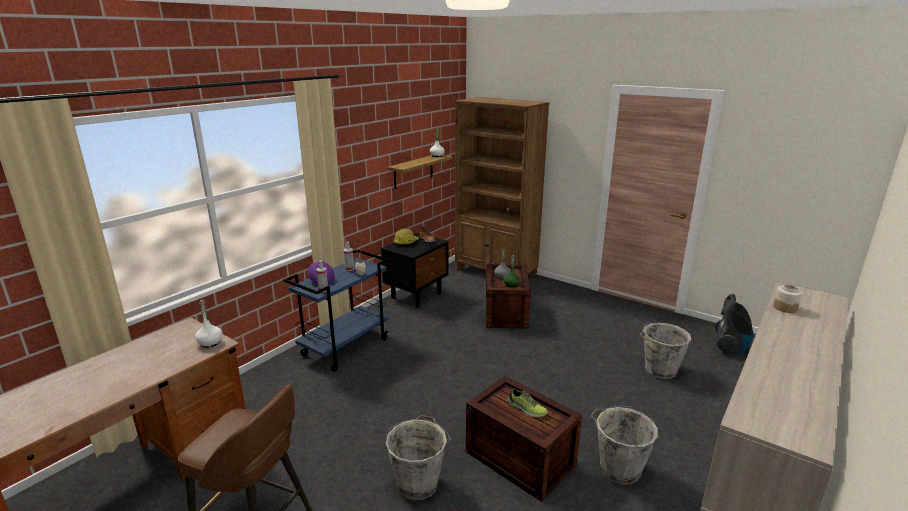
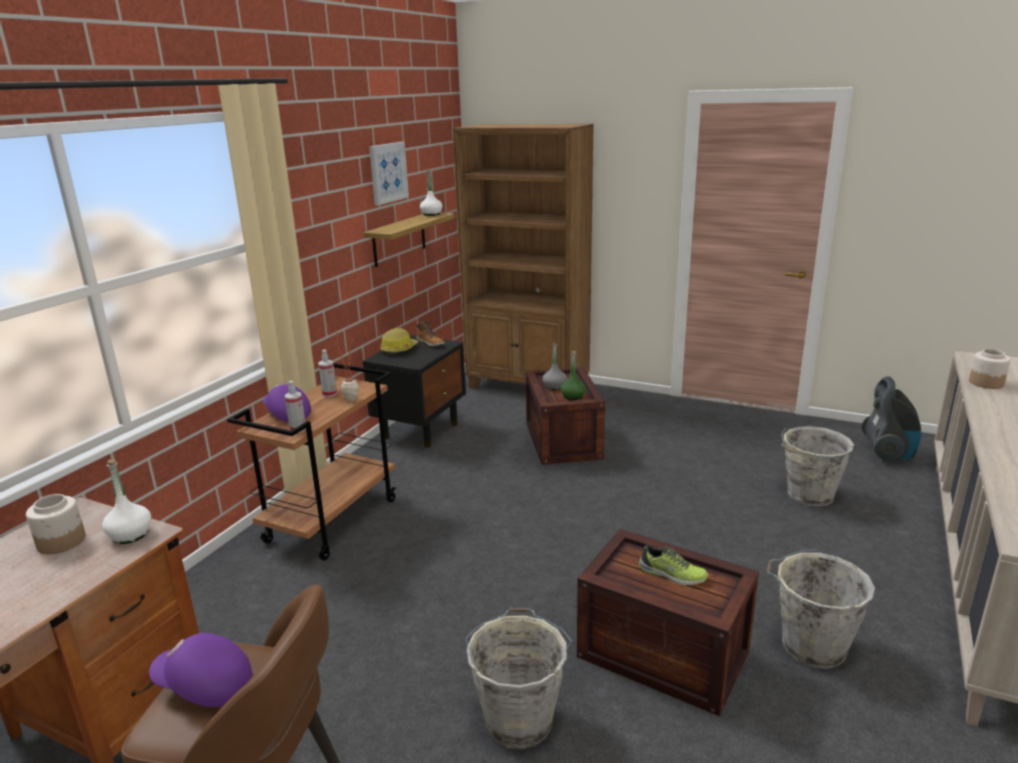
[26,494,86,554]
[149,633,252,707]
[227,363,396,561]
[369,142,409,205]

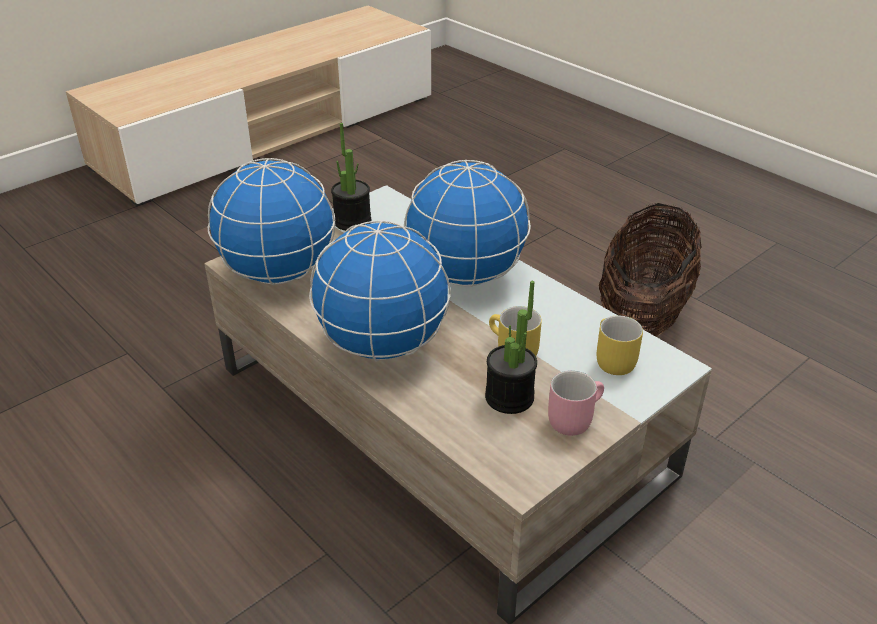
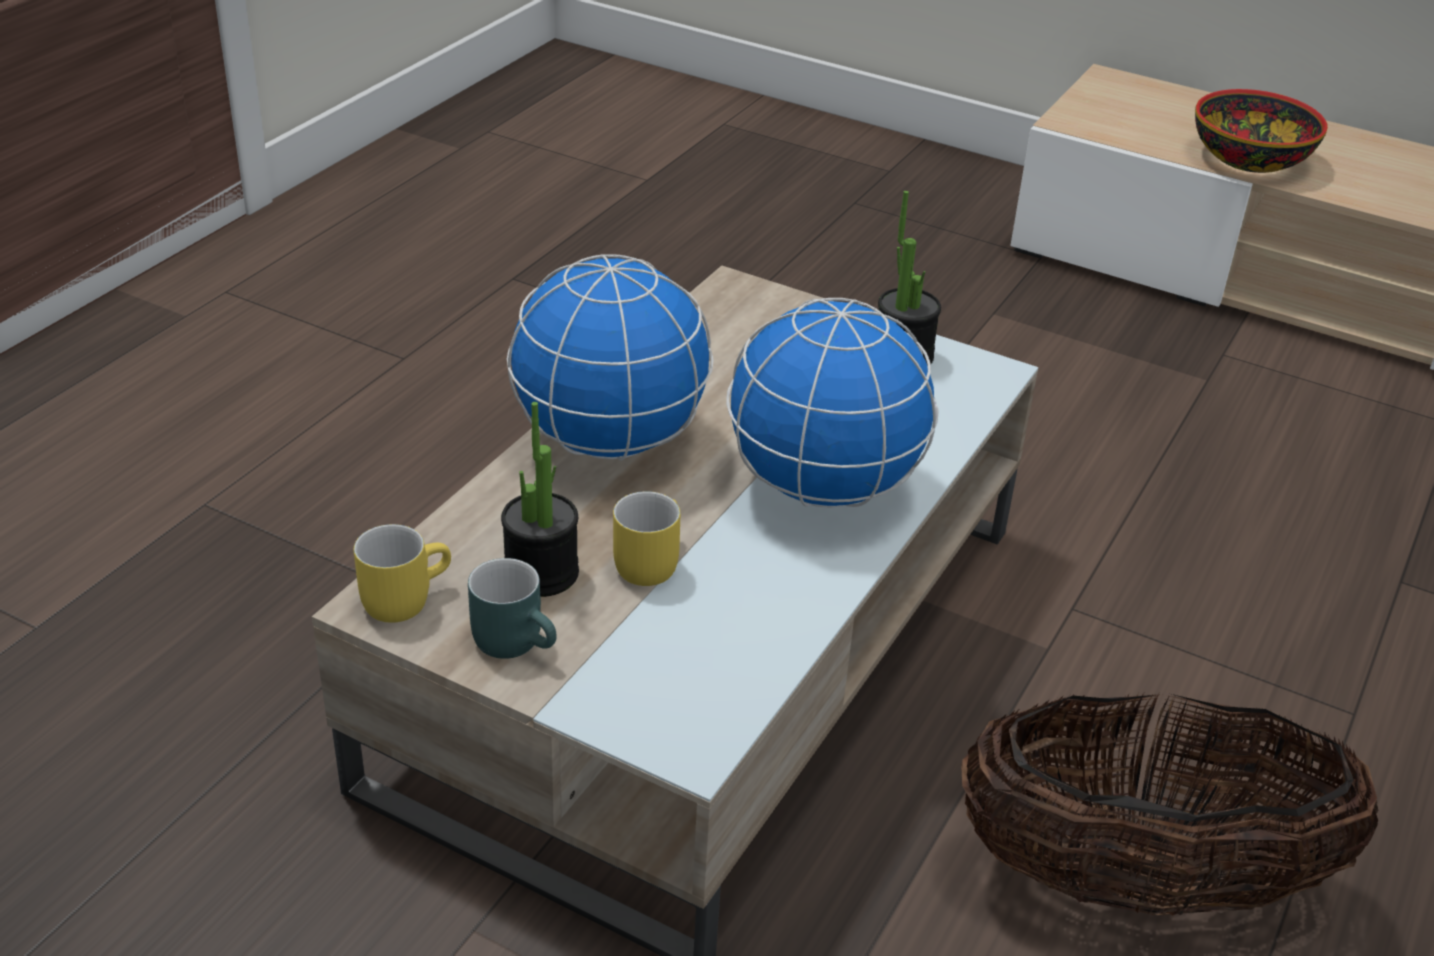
[353,524,451,623]
[468,558,557,659]
[1195,89,1328,173]
[208,158,335,285] (first image)

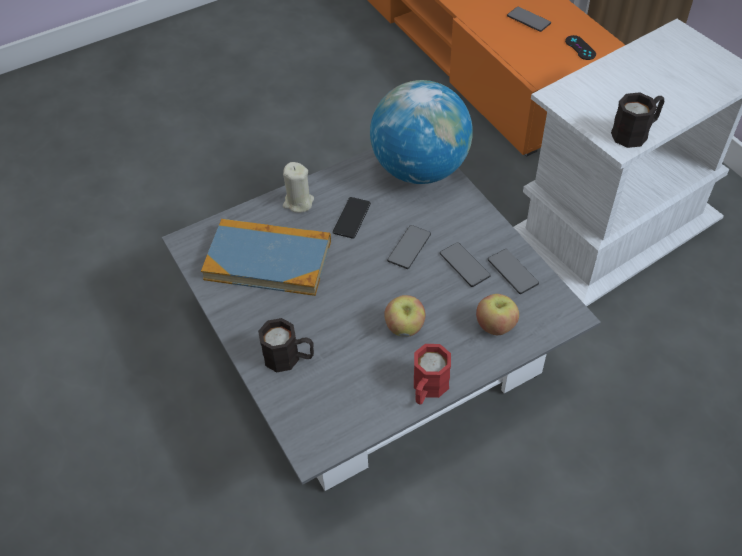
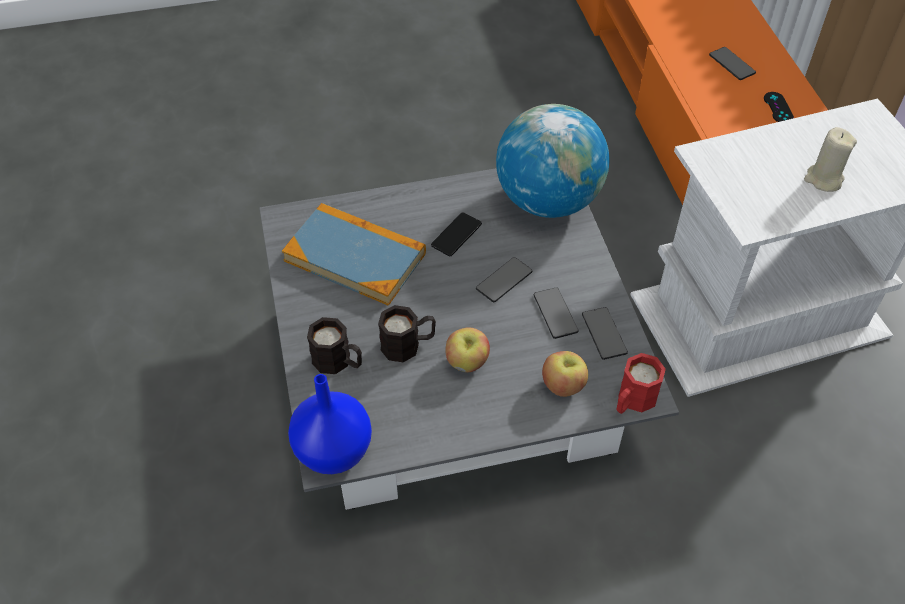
[288,374,372,474]
[378,305,436,362]
[617,353,666,414]
[804,127,857,192]

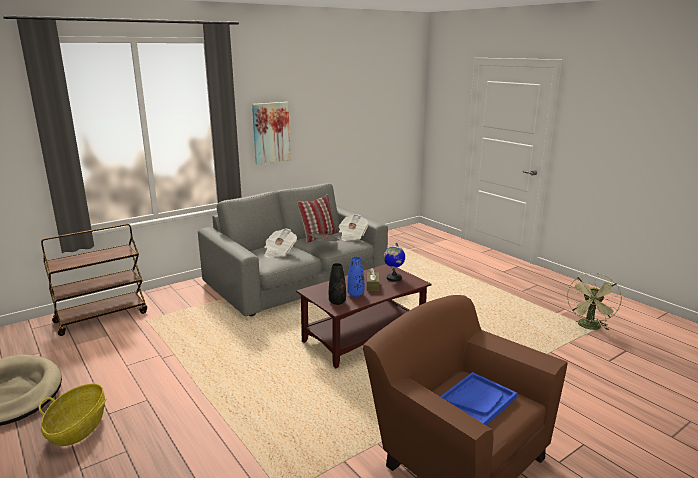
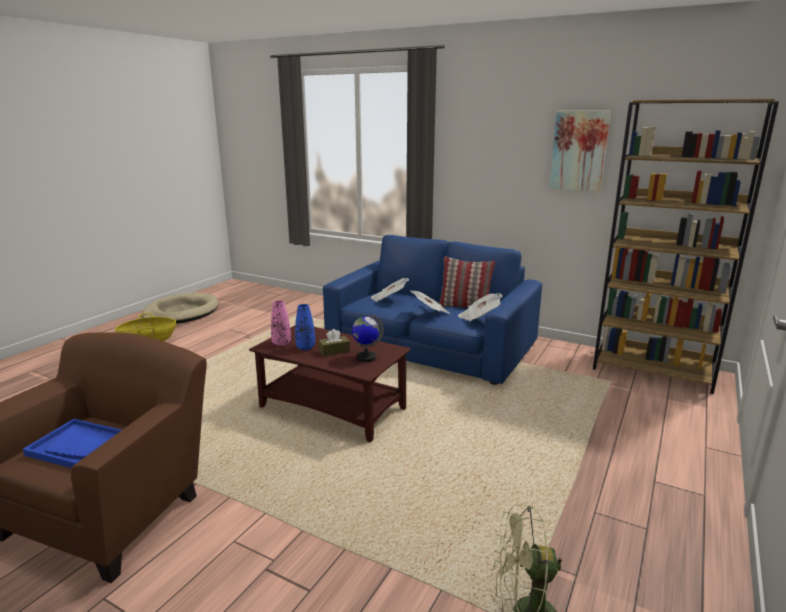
[271,300,291,346]
[323,235,542,385]
[549,111,611,192]
[593,99,779,394]
[41,224,147,336] (first image)

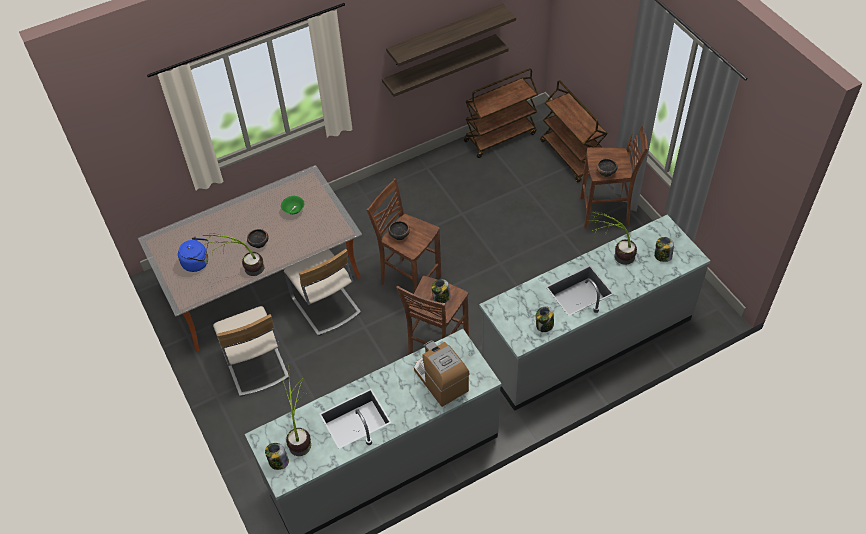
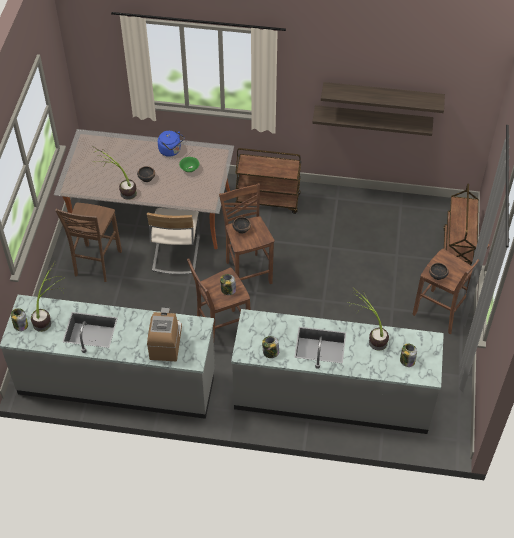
[55,203,122,282]
[158,130,184,157]
[234,148,301,214]

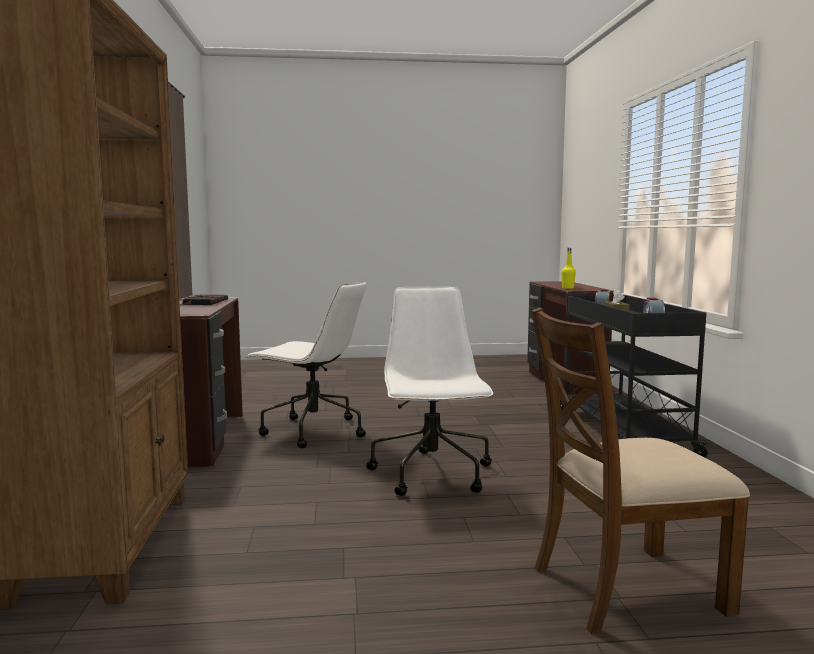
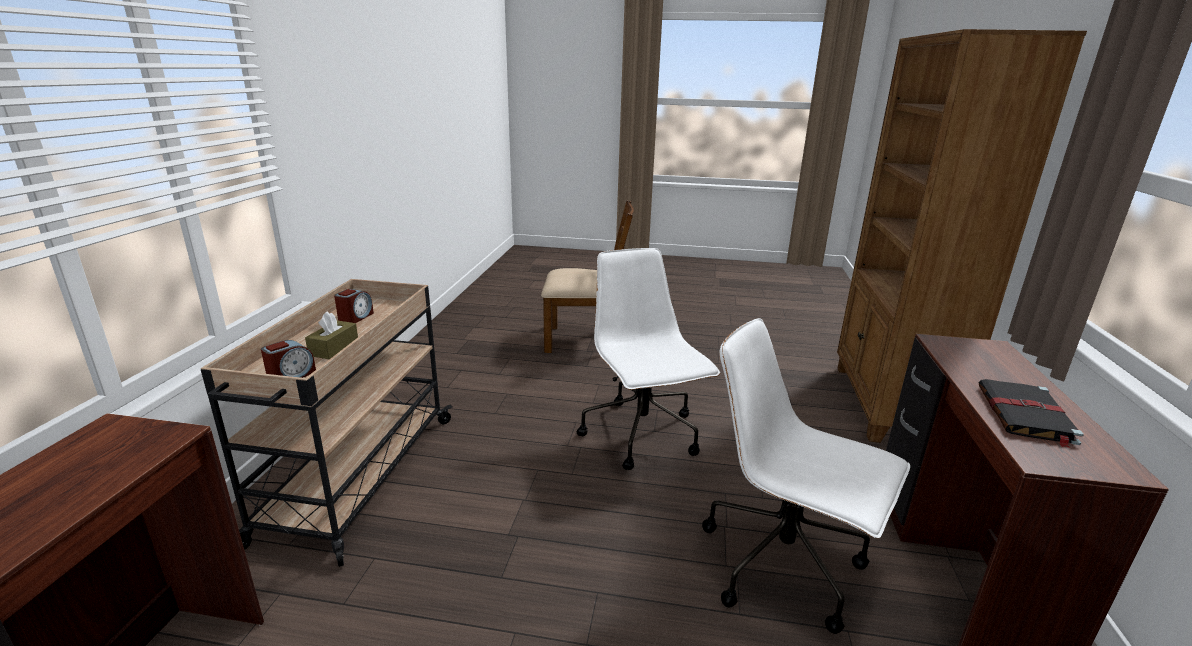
[201,279,453,567]
[577,248,720,470]
[561,248,576,289] (first image)

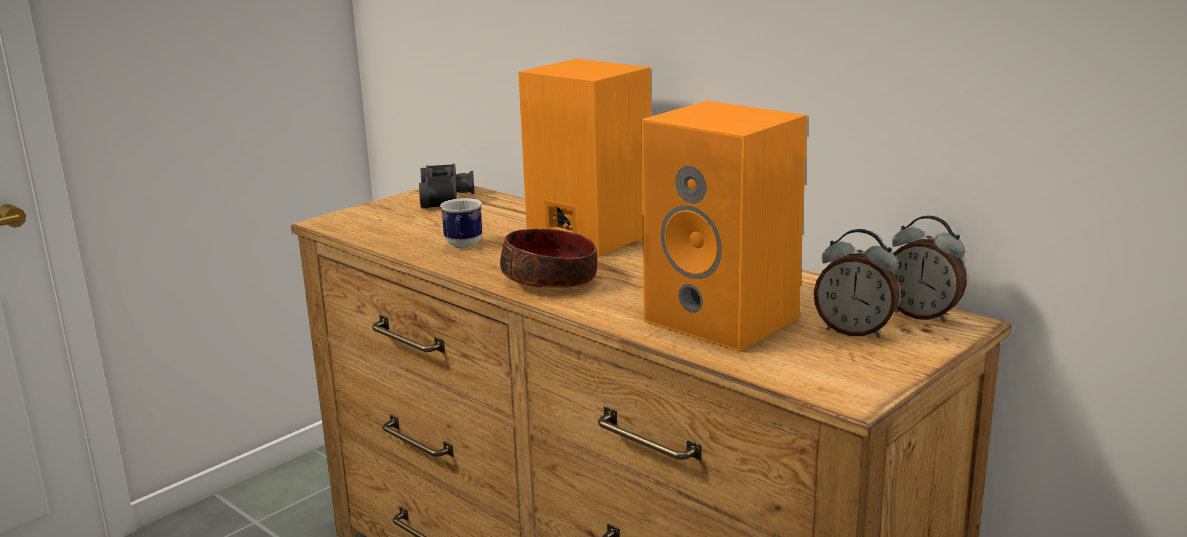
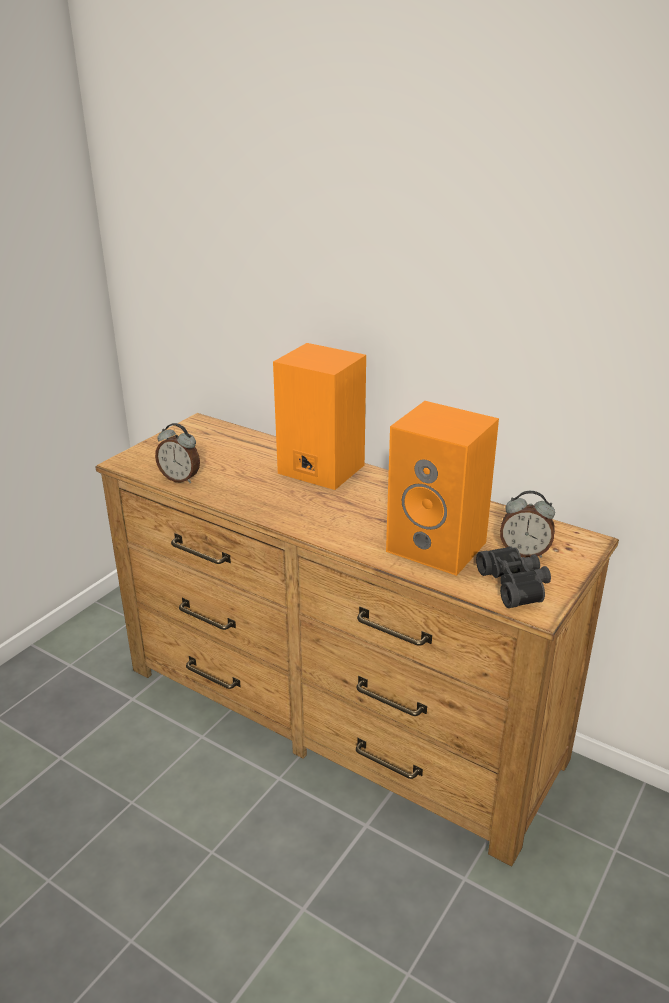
[155,423,200,483]
[476,546,551,608]
[440,198,482,248] (first image)
[500,229,597,289] (first image)

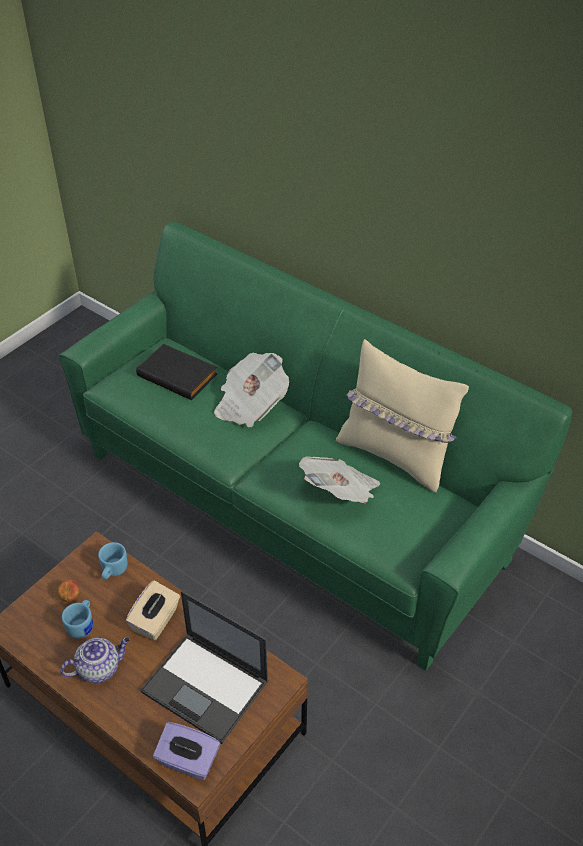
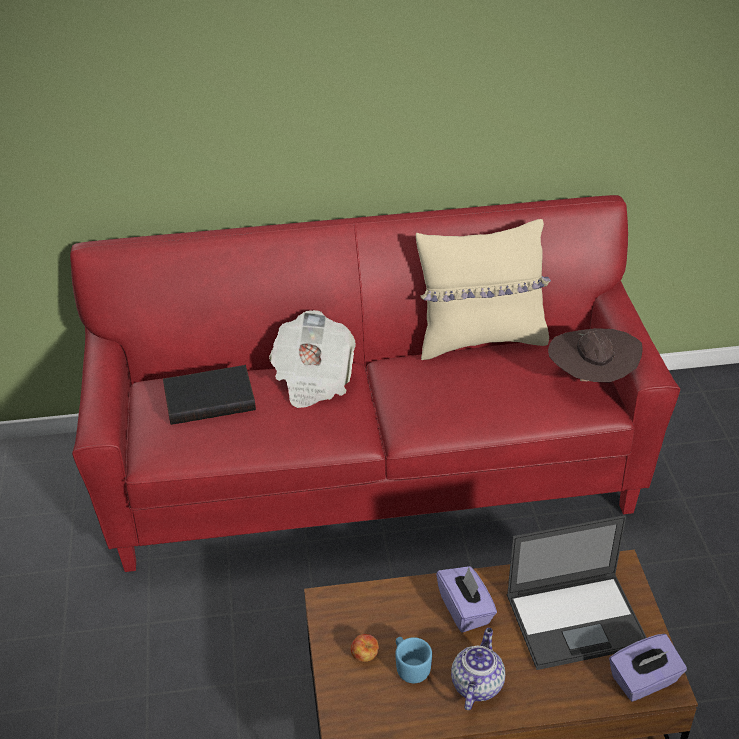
[70,195,680,572]
[436,566,497,633]
[548,328,643,383]
[98,542,127,579] (first image)
[299,456,380,503] (first image)

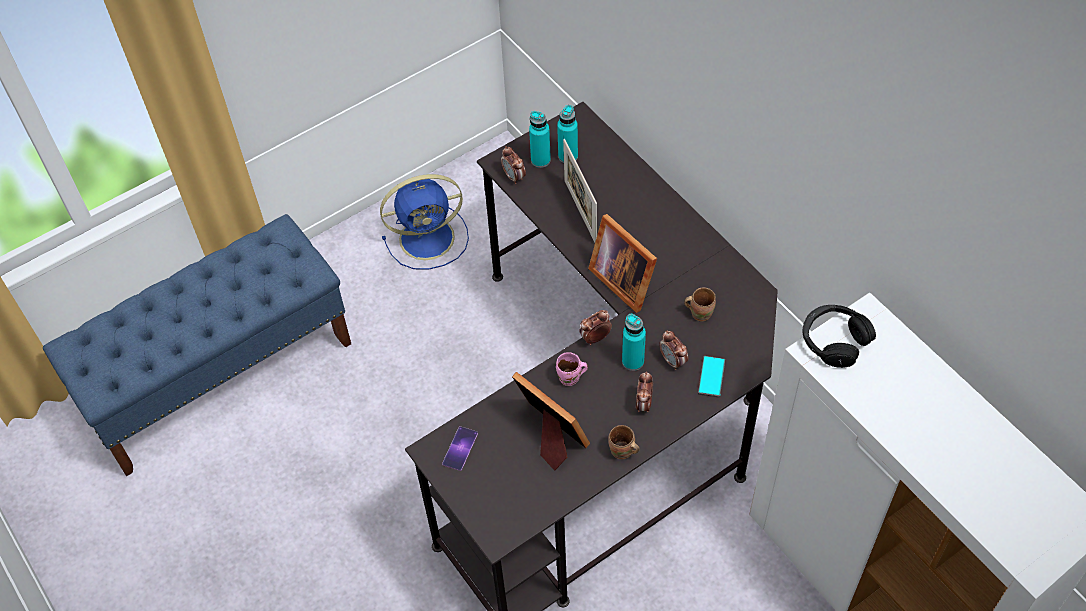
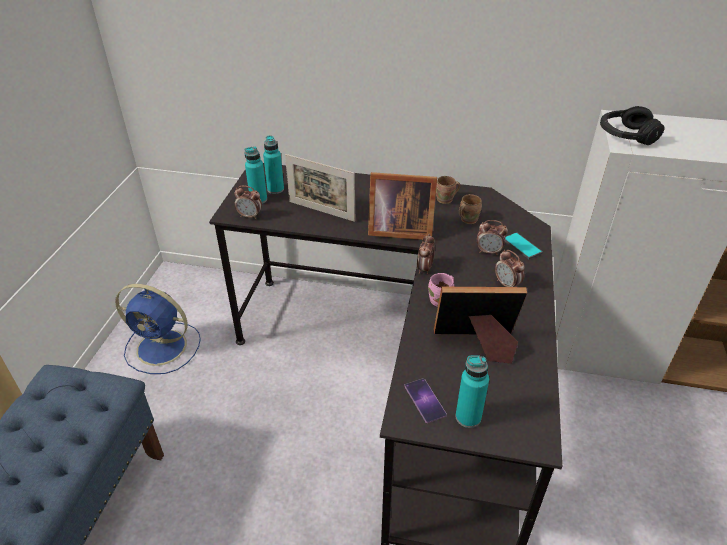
[115,284,201,374]
[436,176,461,204]
[455,355,489,428]

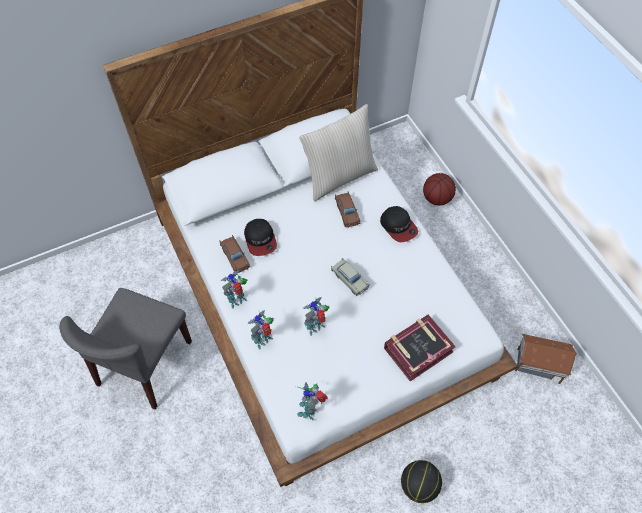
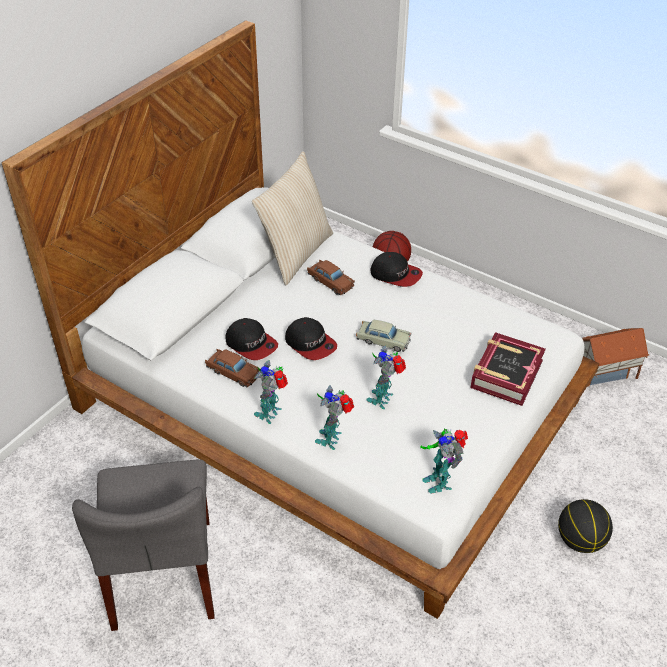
[285,317,337,360]

